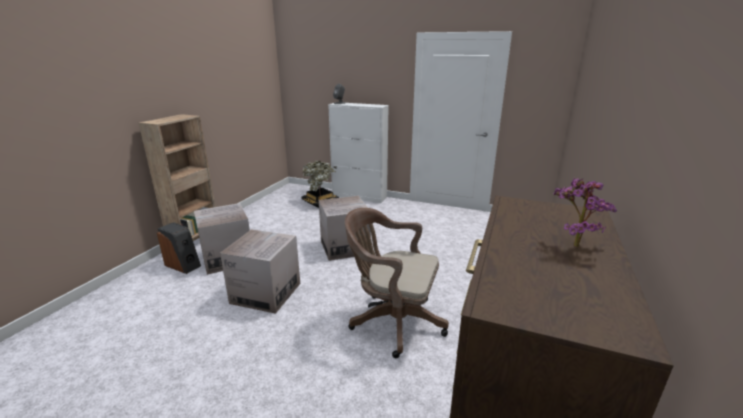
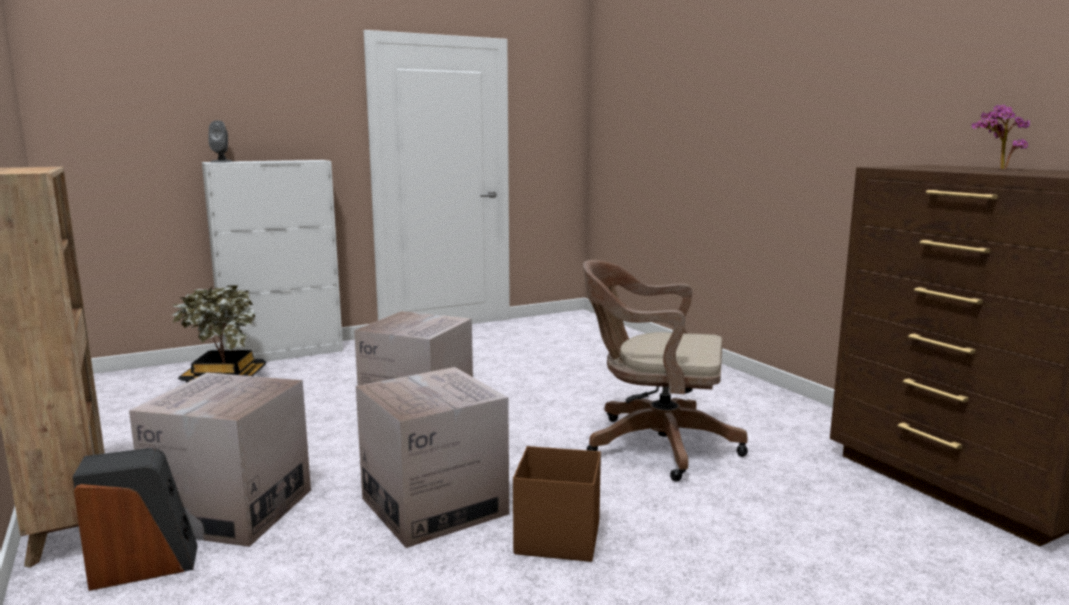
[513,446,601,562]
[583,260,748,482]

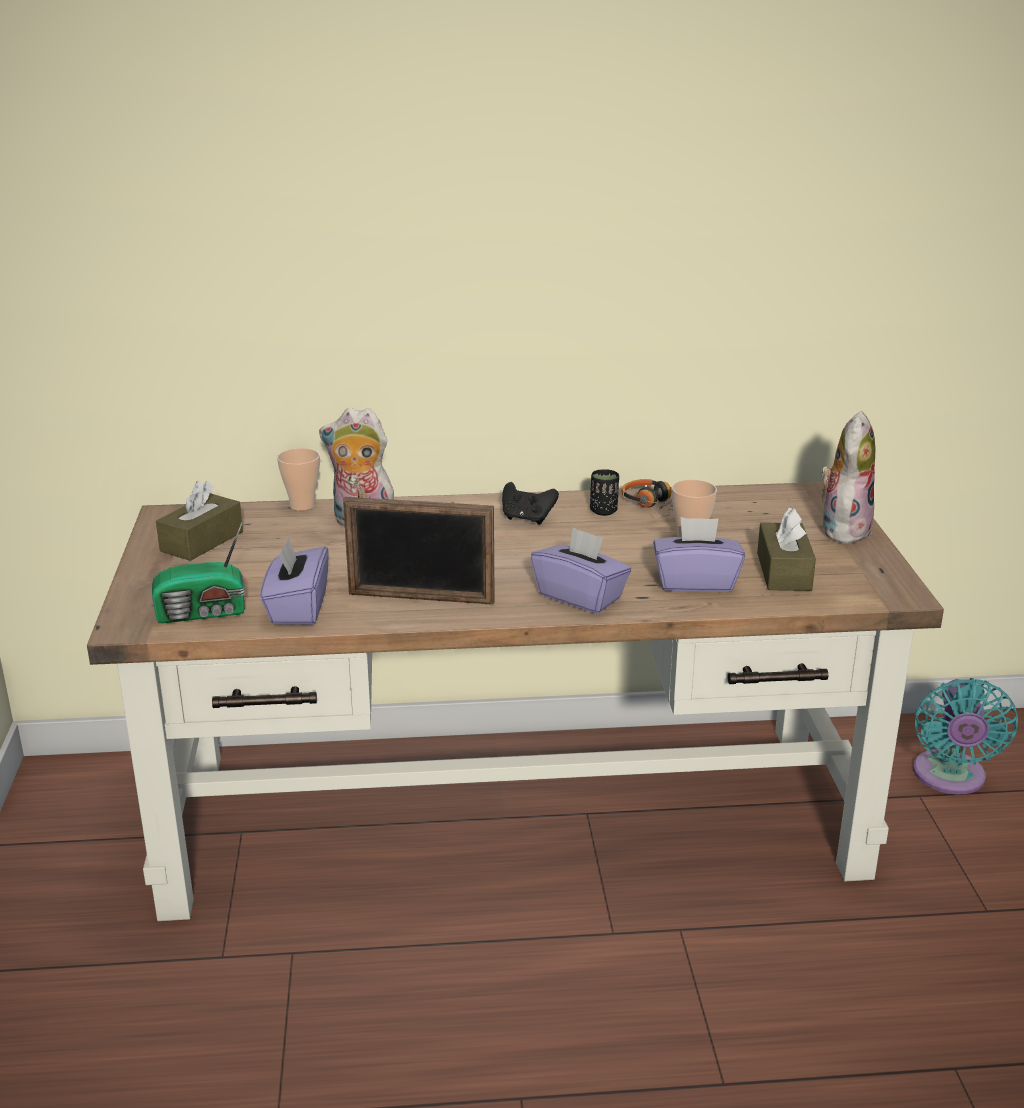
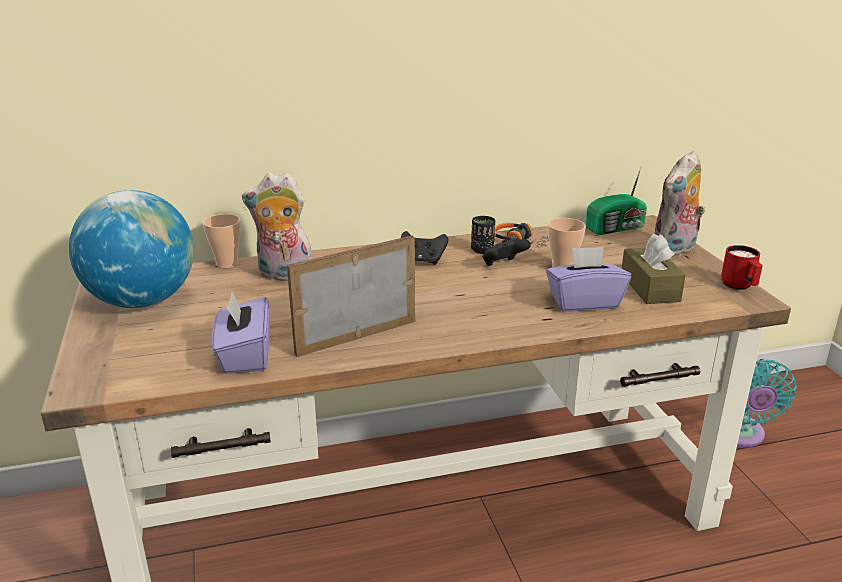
[69,190,194,308]
[287,235,415,357]
[483,239,531,266]
[586,165,648,235]
[655,151,705,257]
[721,245,763,290]
[531,527,631,614] (first image)

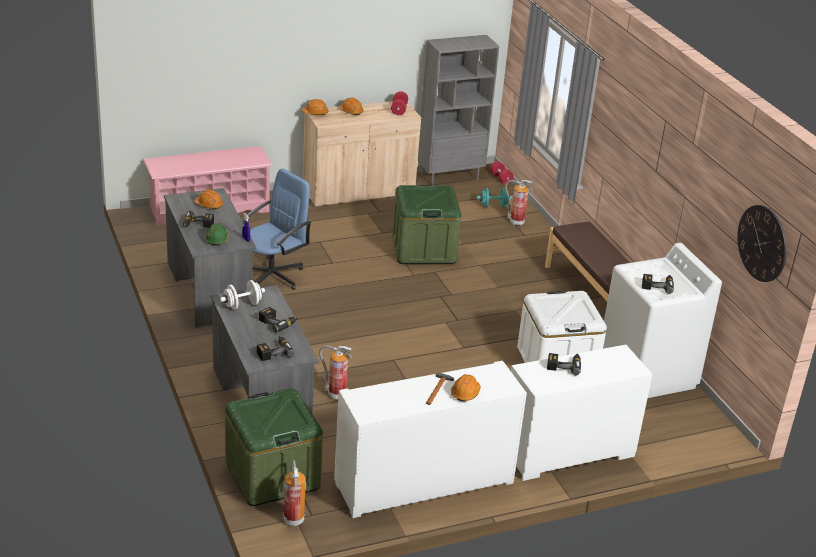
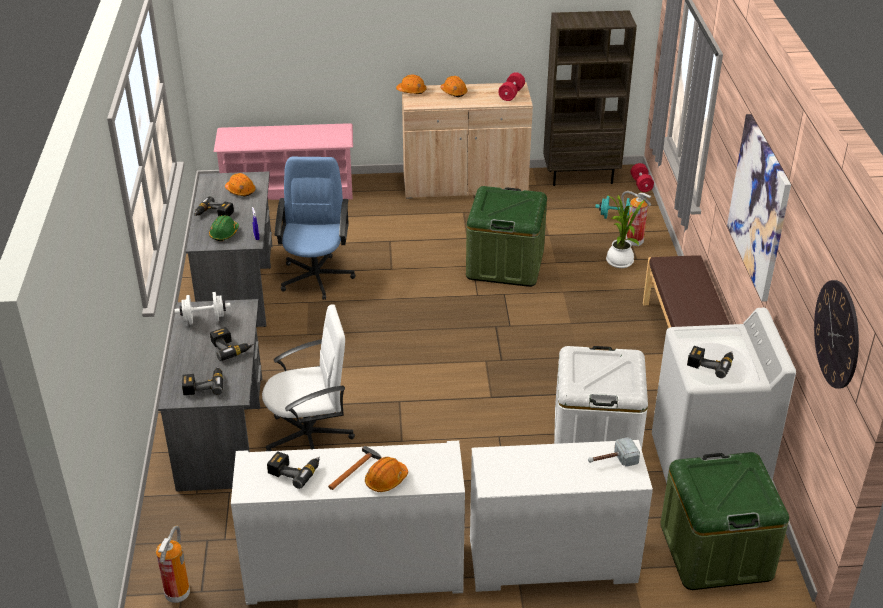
[262,304,355,451]
[267,451,320,489]
[275,157,355,300]
[543,10,637,186]
[588,437,640,467]
[606,195,644,268]
[660,452,789,590]
[727,114,791,302]

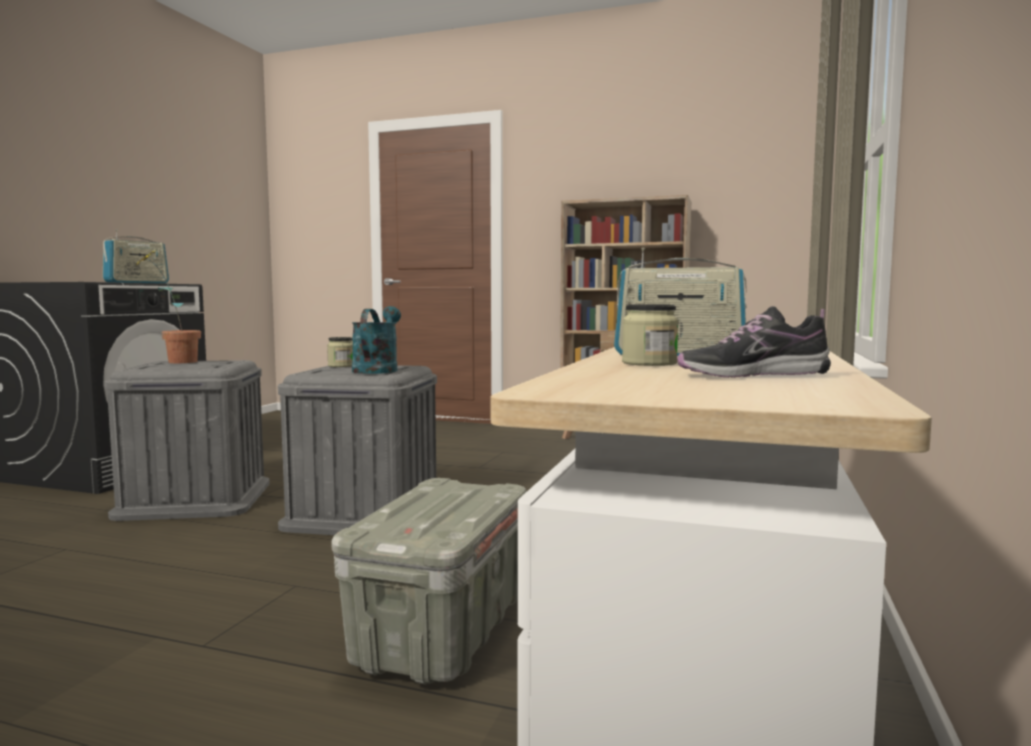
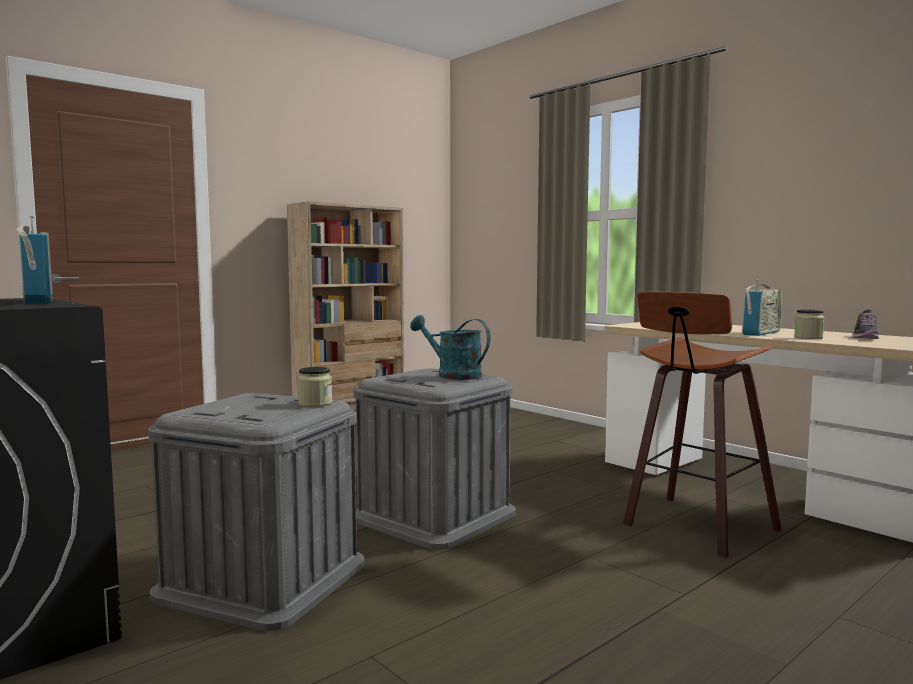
[298,367,332,407]
[623,292,782,558]
[135,250,201,363] (first image)

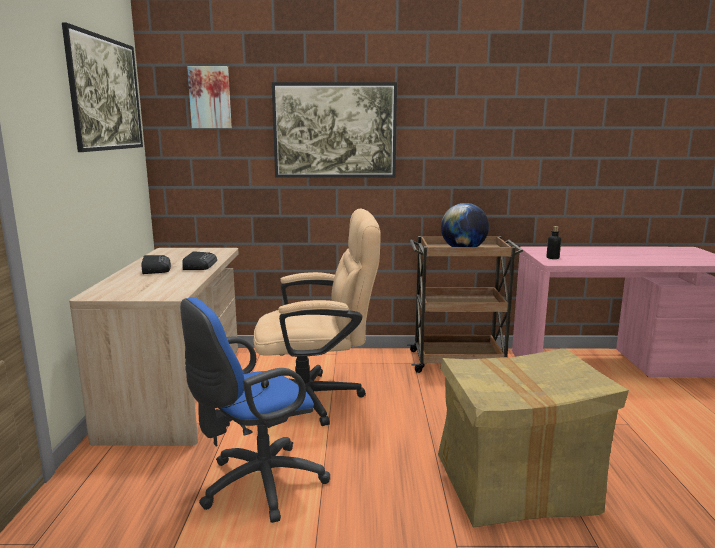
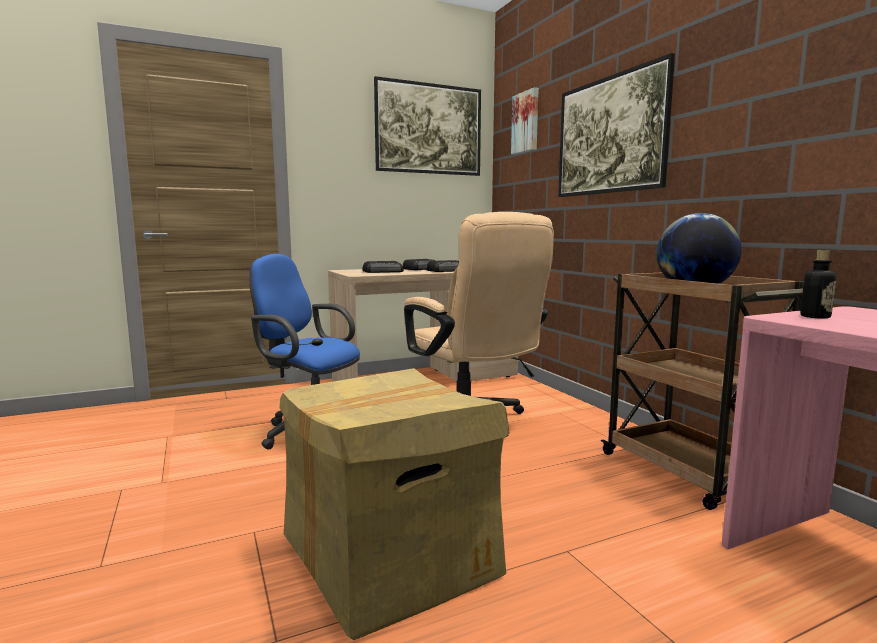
[363,261,404,273]

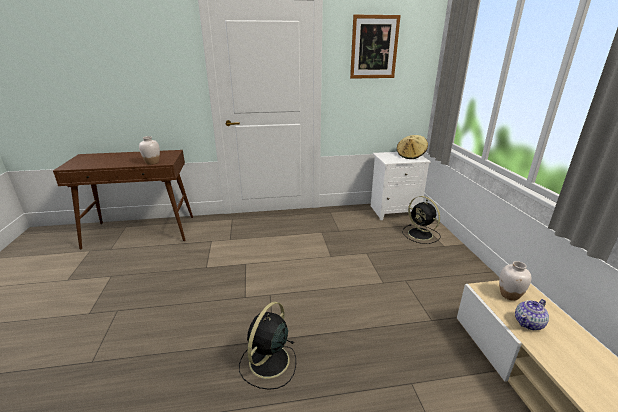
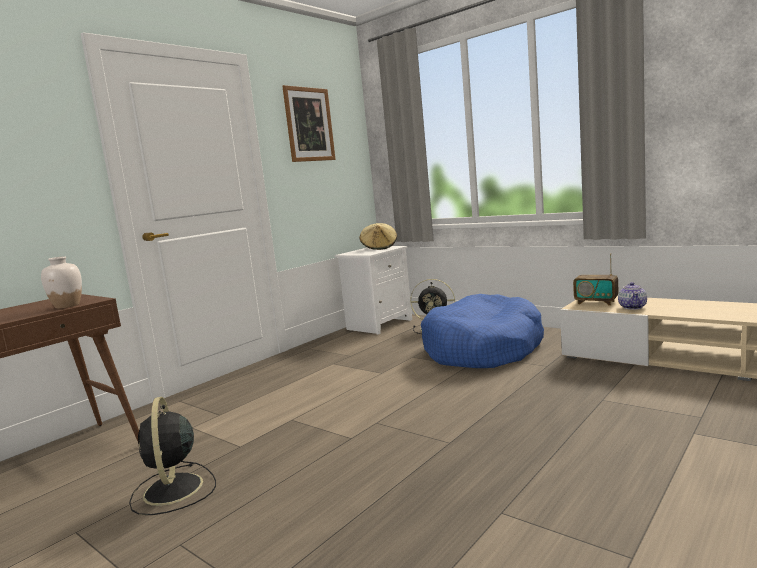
[129,397,216,515]
[421,294,544,368]
[573,254,618,306]

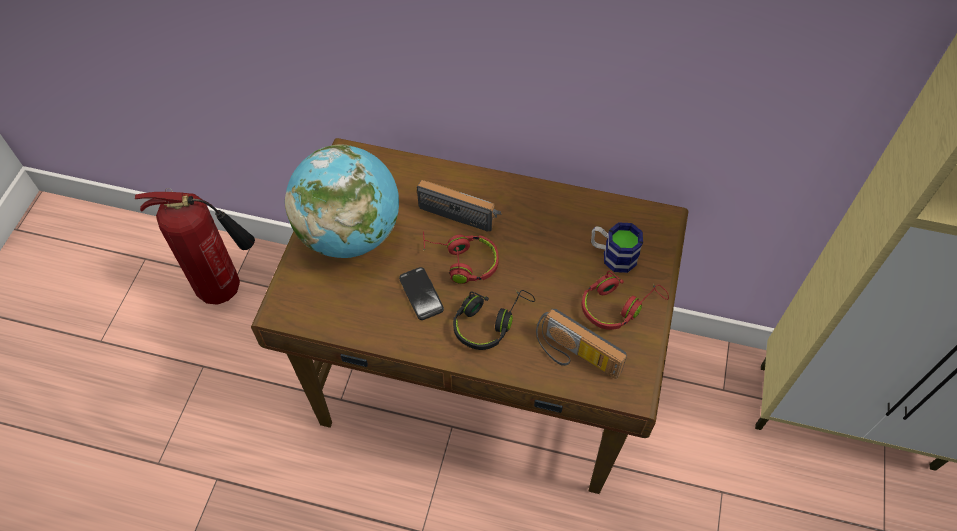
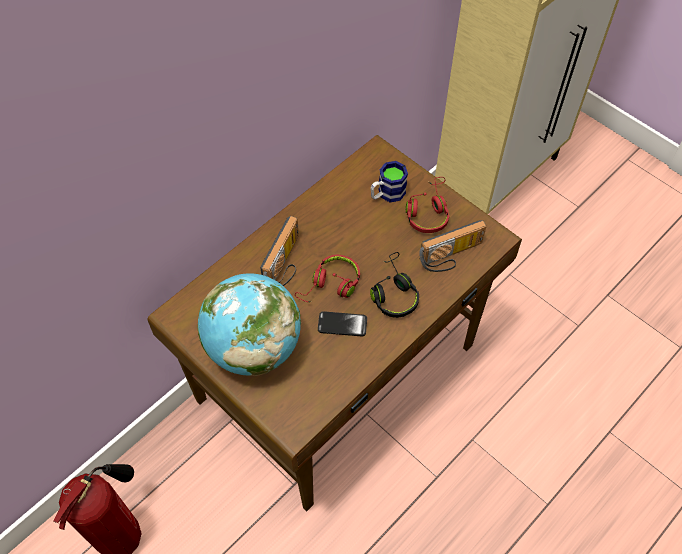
[260,216,299,286]

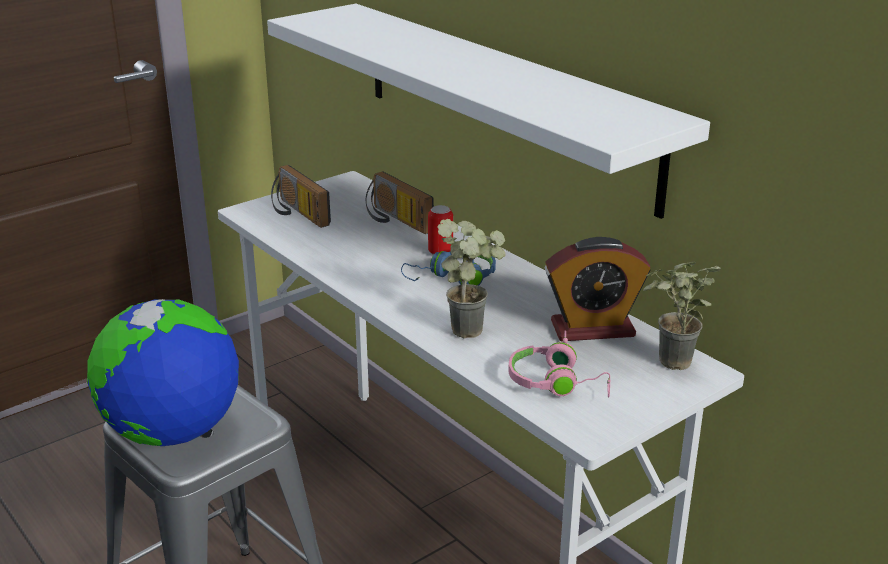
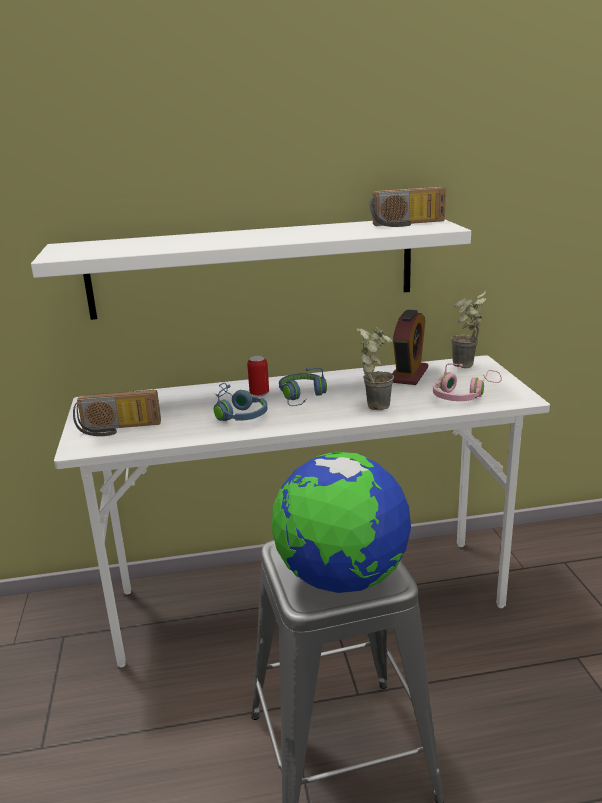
[214,383,267,421]
[369,187,446,227]

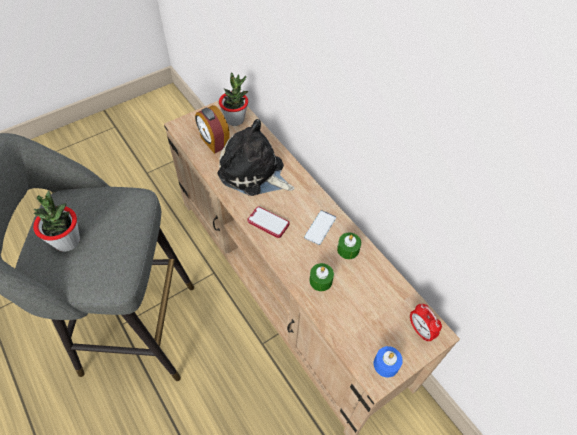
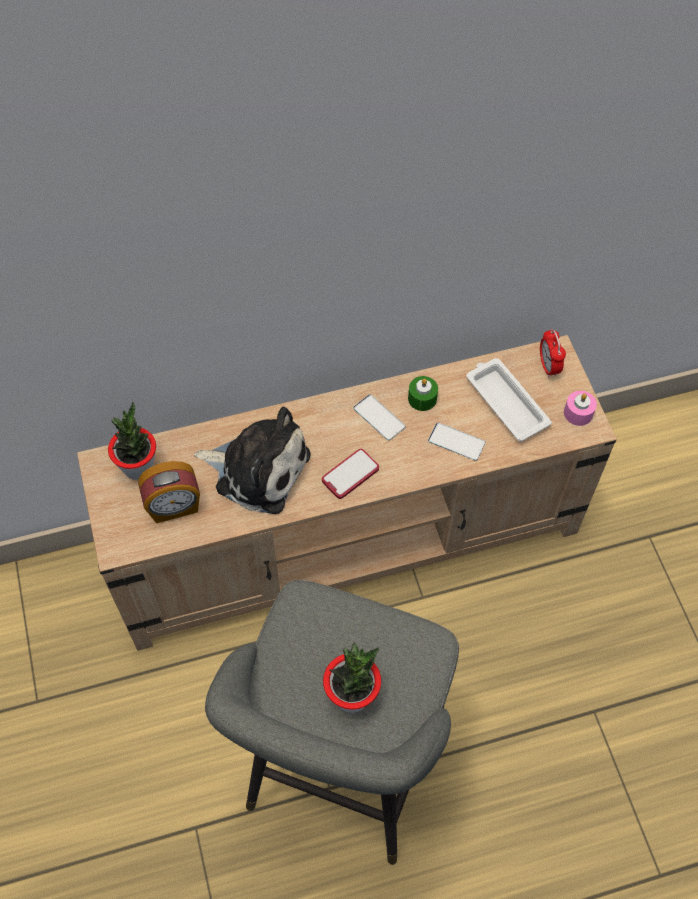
[194,407,310,514]
[428,423,486,461]
[467,358,552,442]
[540,329,566,377]
[564,391,597,426]

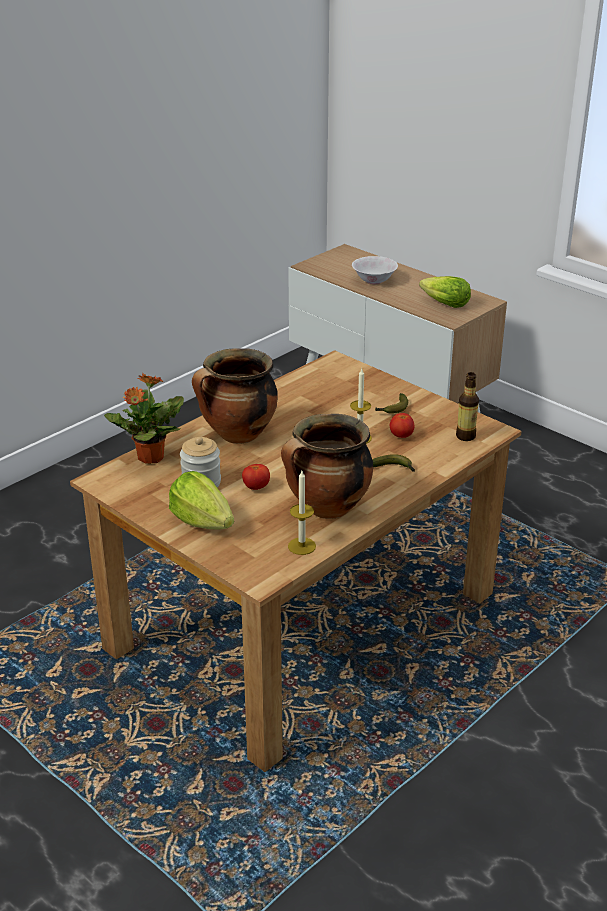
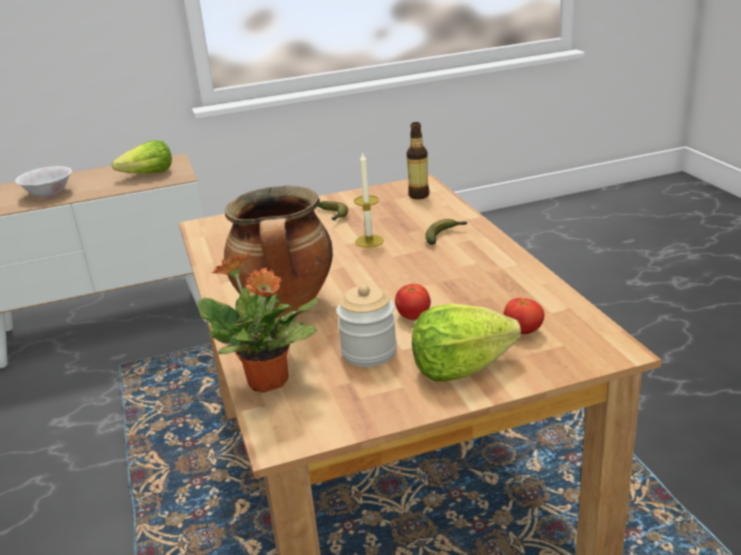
[503,298,544,334]
[281,414,373,519] (first image)
[288,471,316,555] (first image)

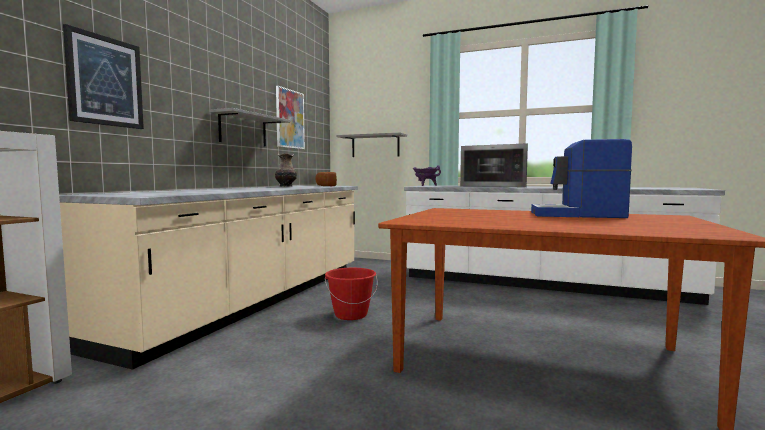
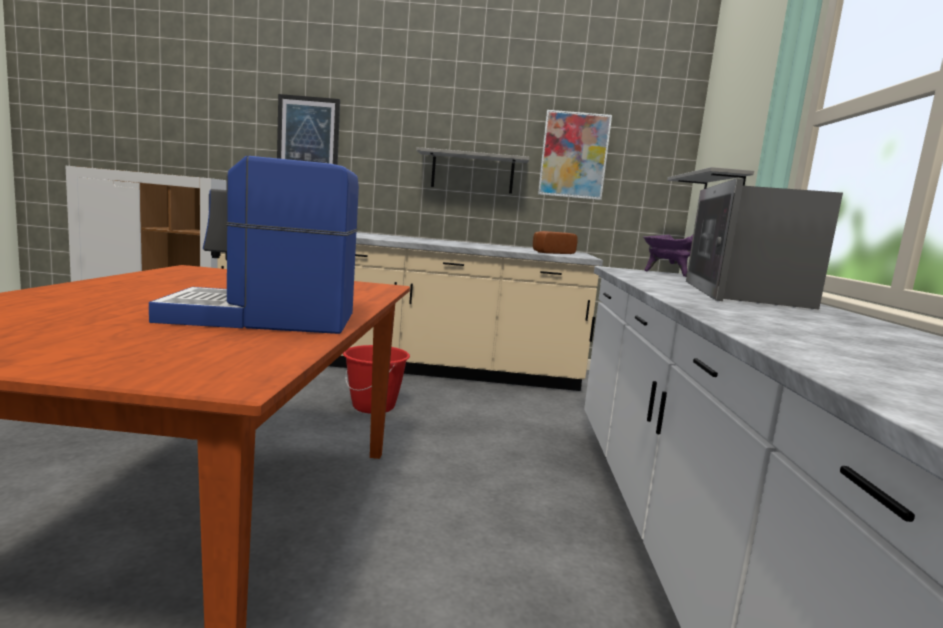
[149,156,359,334]
[275,153,297,187] (first image)

